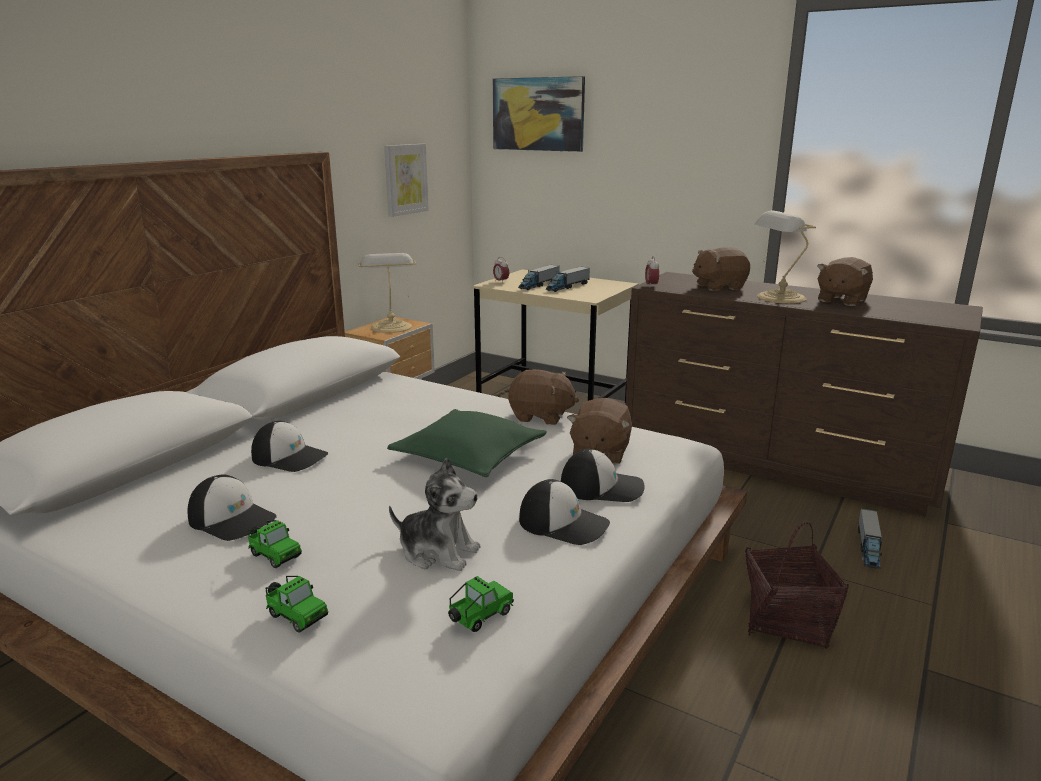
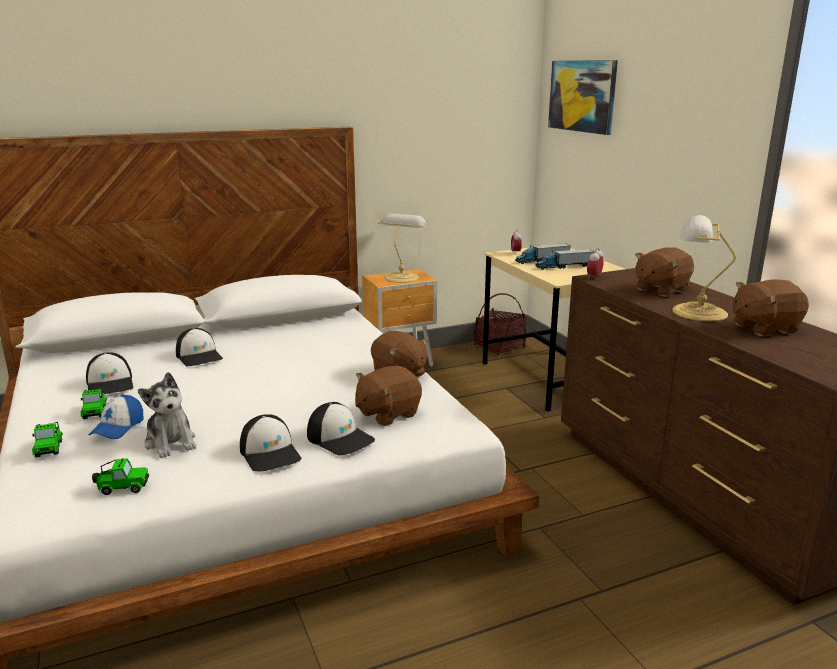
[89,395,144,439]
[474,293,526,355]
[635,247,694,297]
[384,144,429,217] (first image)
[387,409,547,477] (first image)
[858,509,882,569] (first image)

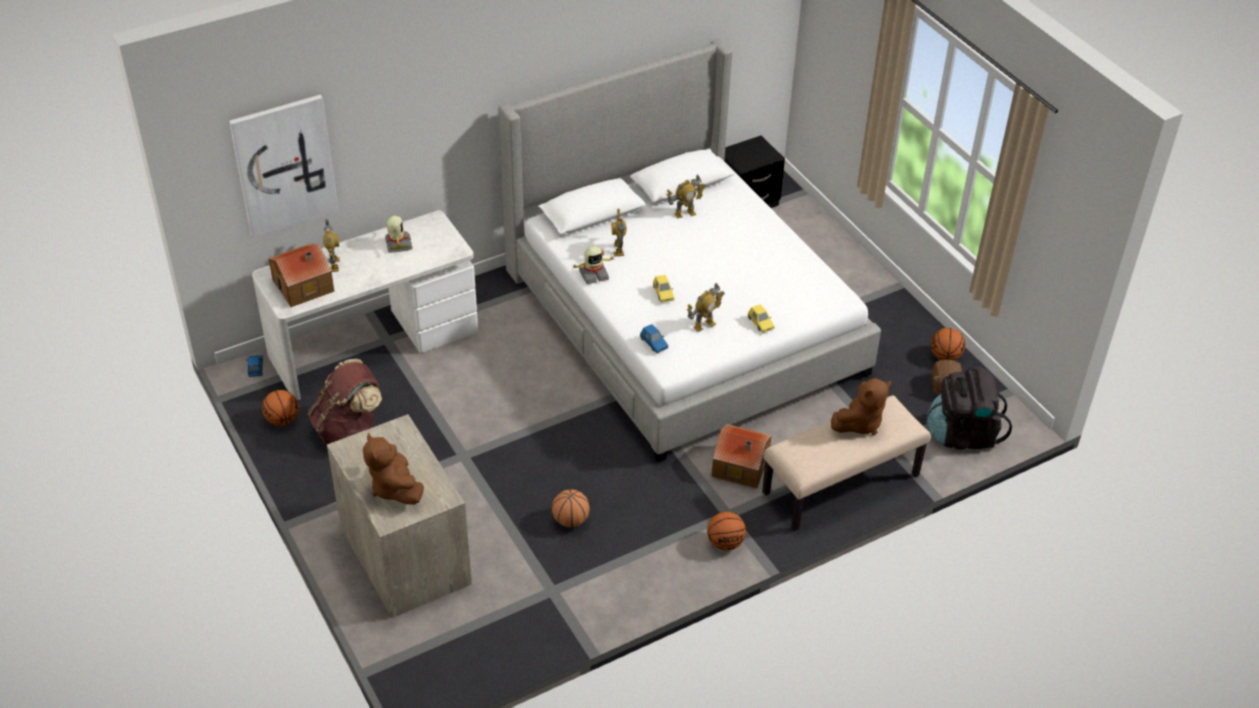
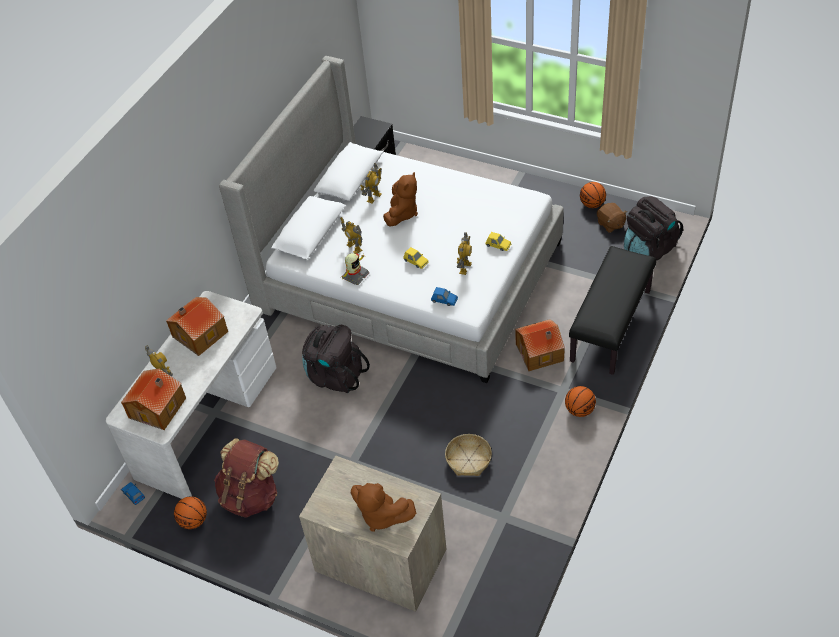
[166,297,228,356]
[302,325,370,393]
[383,172,418,226]
[445,434,492,476]
[569,246,656,375]
[229,95,338,238] (first image)

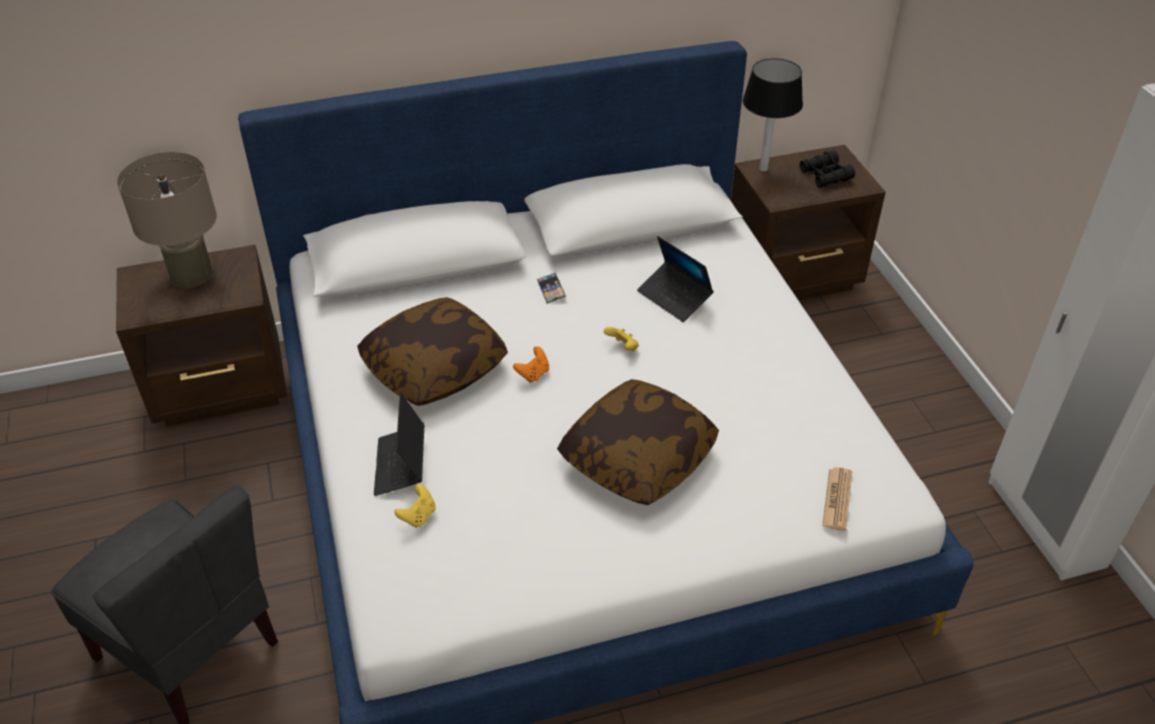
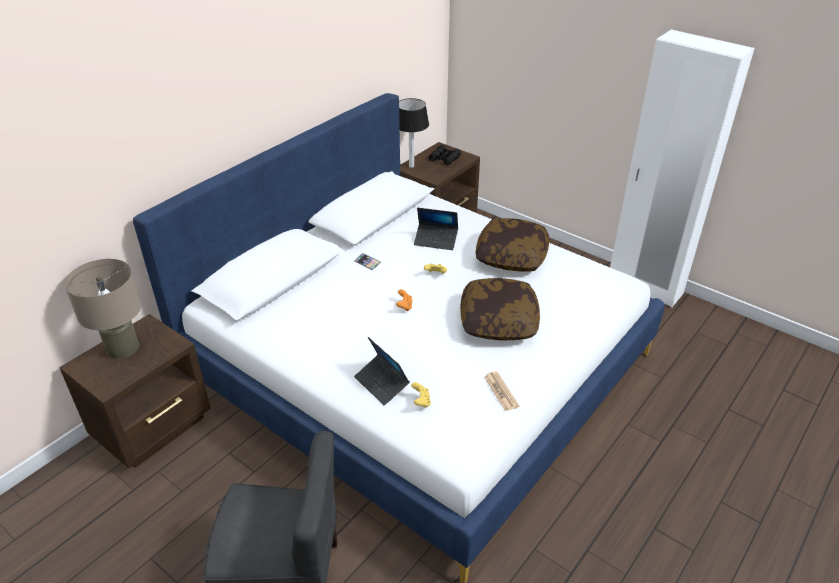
[475,218,549,272]
[484,372,519,411]

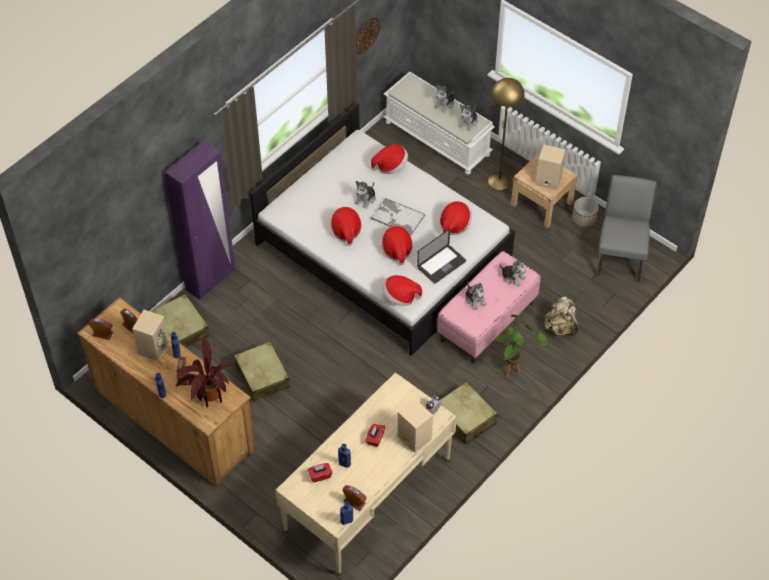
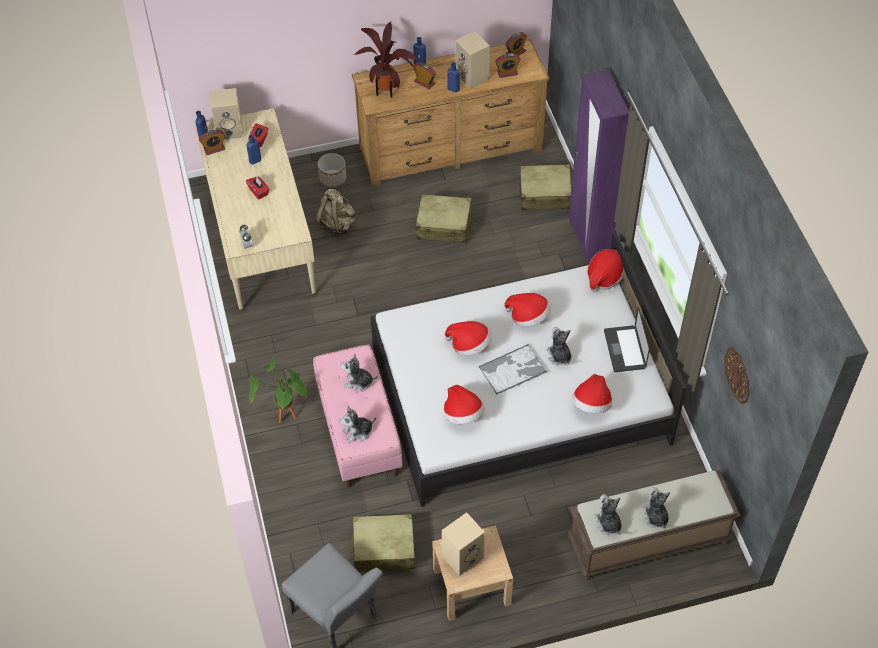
[210,88,243,140]
[316,189,355,236]
[318,153,347,188]
[349,514,415,572]
[567,470,741,580]
[587,249,625,292]
[604,307,650,372]
[488,78,525,190] (first image)

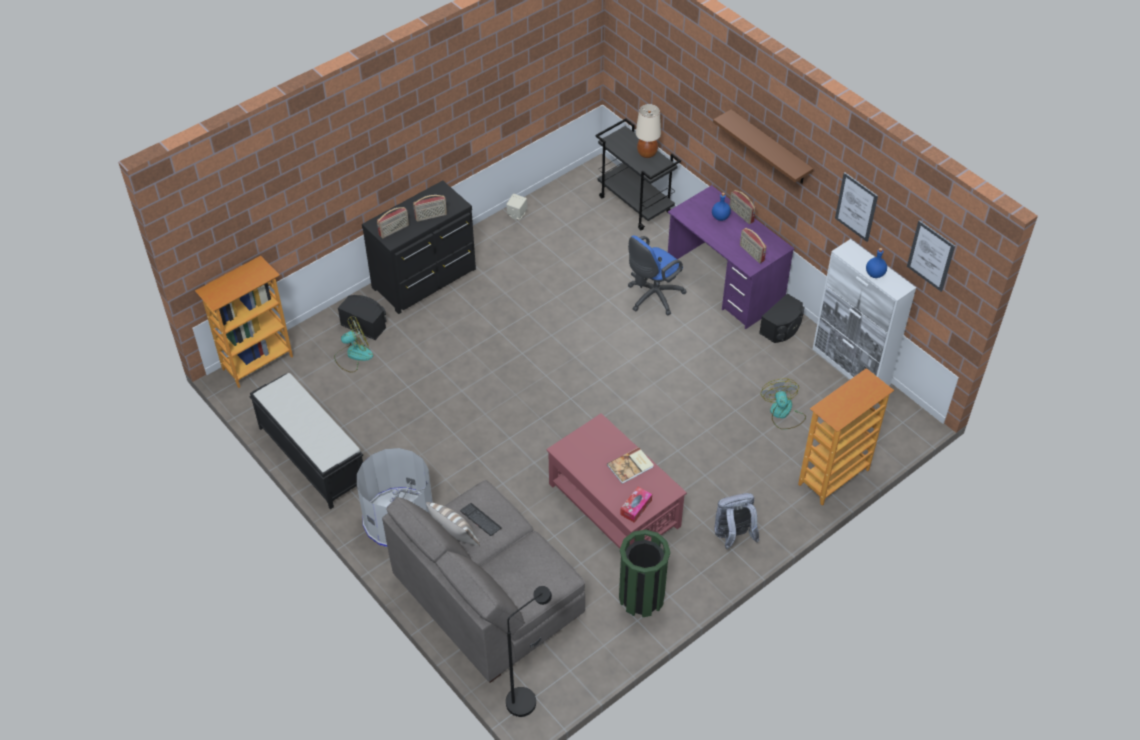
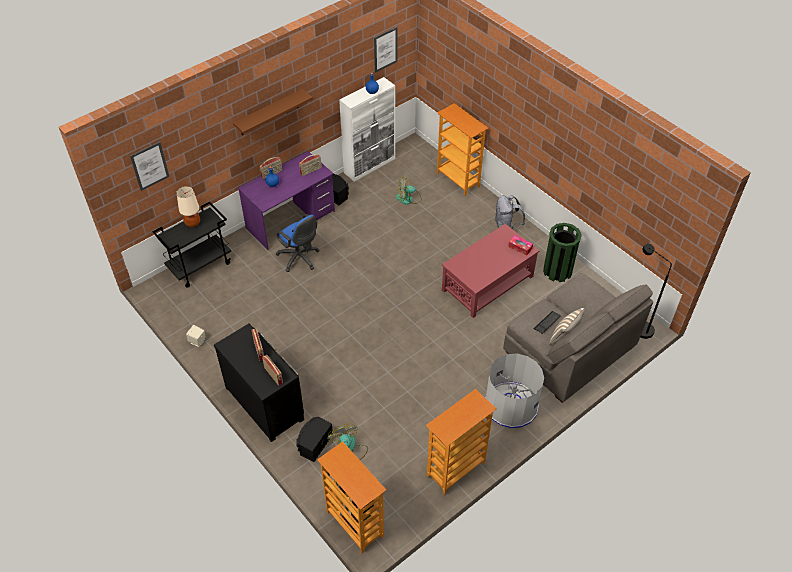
[130,142,169,191]
[426,389,496,495]
[607,447,654,484] (first image)

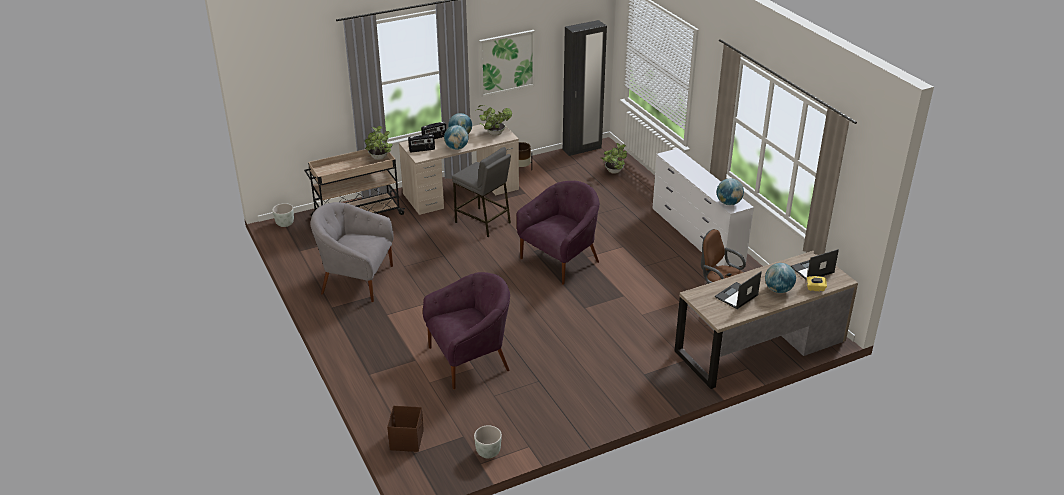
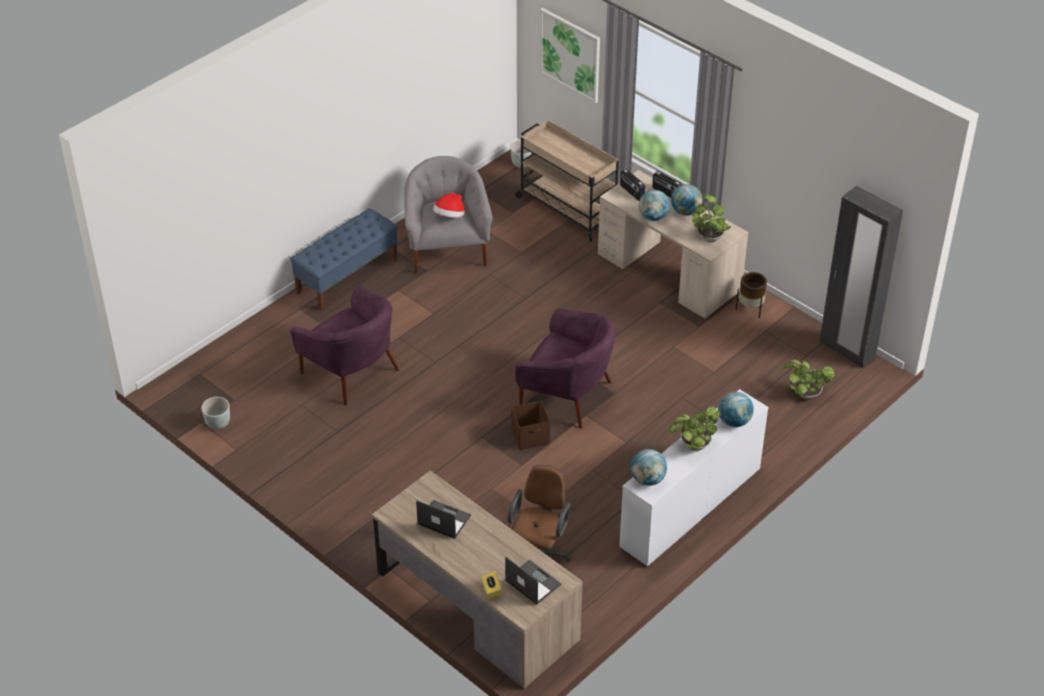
[290,208,398,311]
[433,193,465,218]
[511,401,550,450]
[539,8,600,103]
[669,406,721,451]
[718,392,754,427]
[452,147,511,237] (first image)

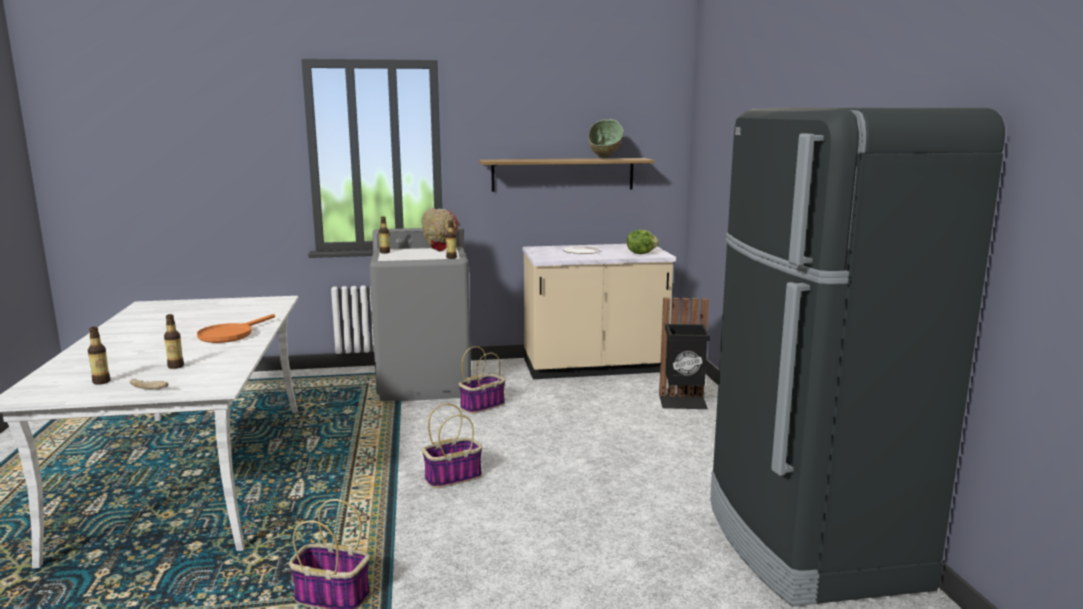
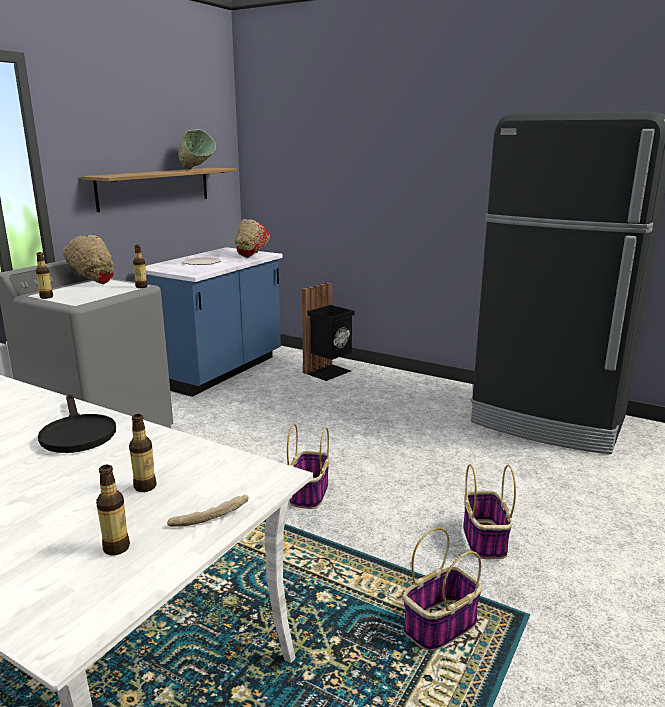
[38,394,116,453]
[145,247,283,397]
[235,219,270,258]
[463,464,516,559]

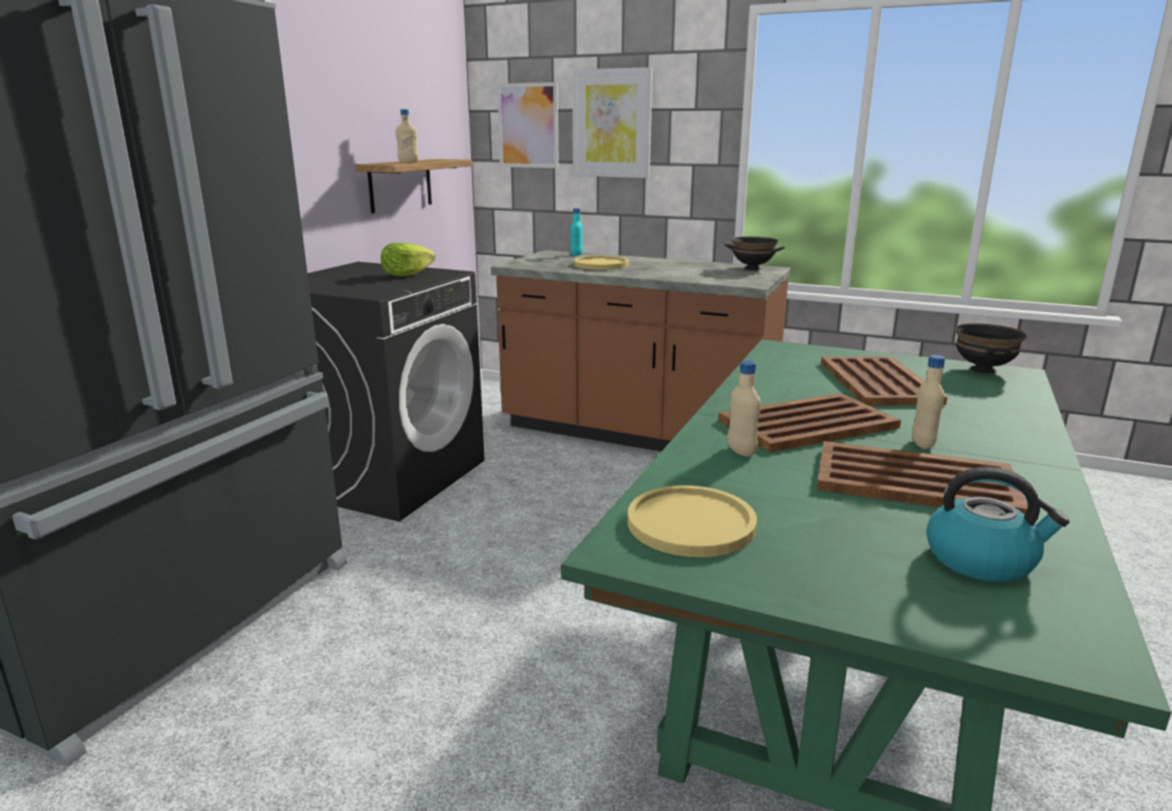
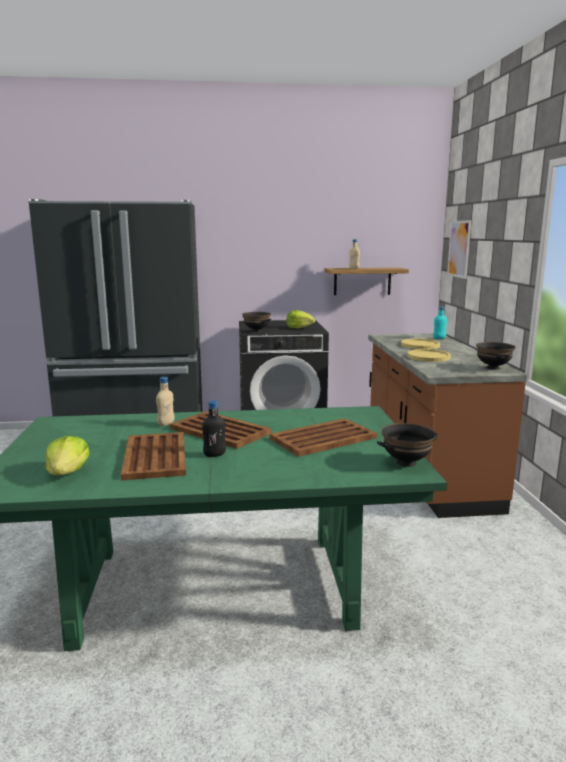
[46,436,90,476]
[202,400,226,457]
[242,312,271,333]
[407,349,451,362]
[572,67,653,178] (first image)

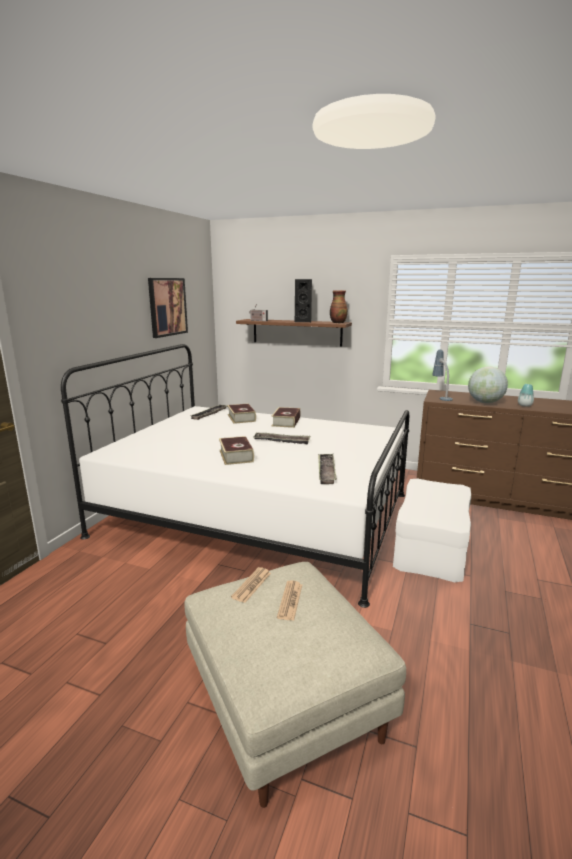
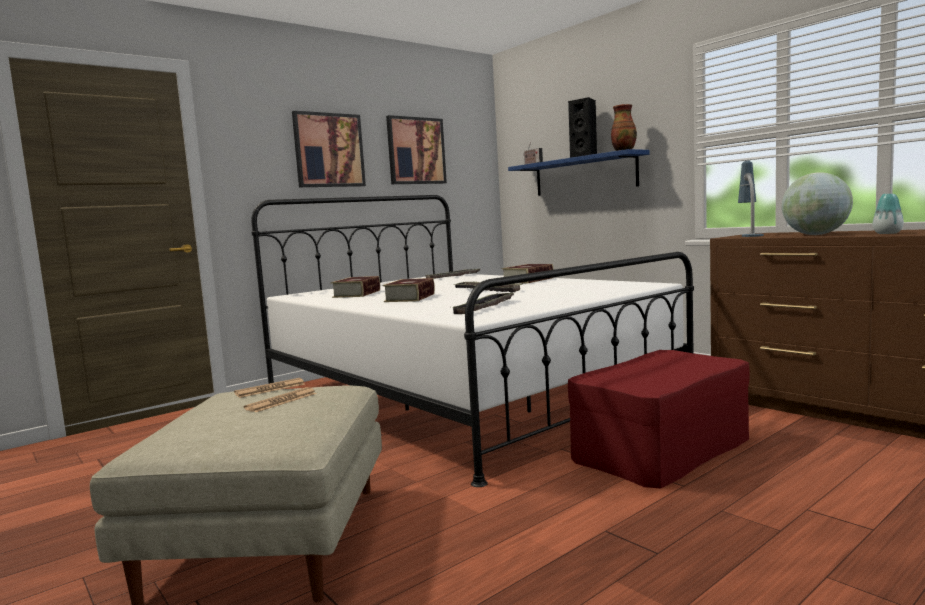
[292,111,366,187]
[331,276,380,298]
[508,149,650,196]
[568,350,749,489]

